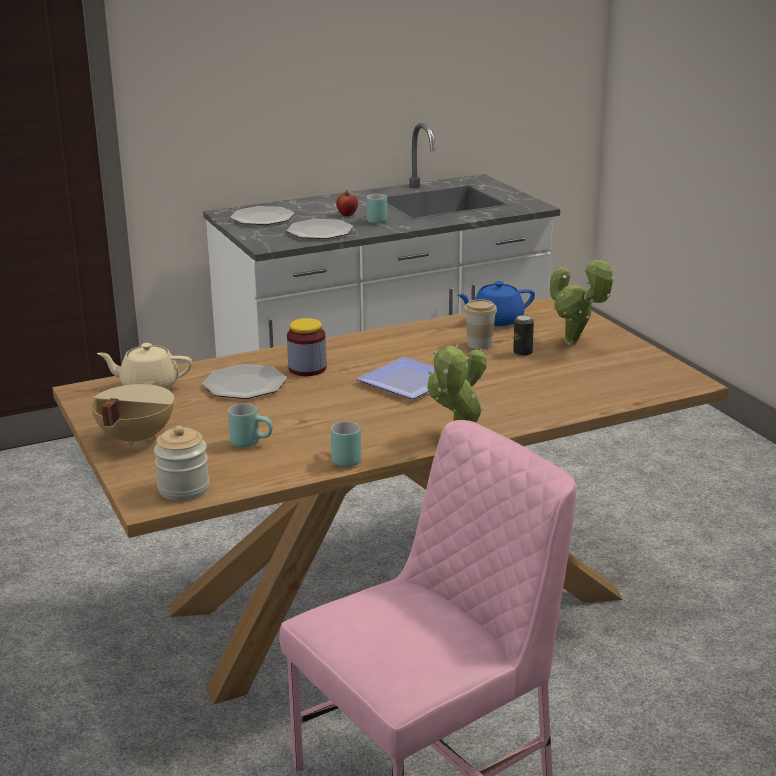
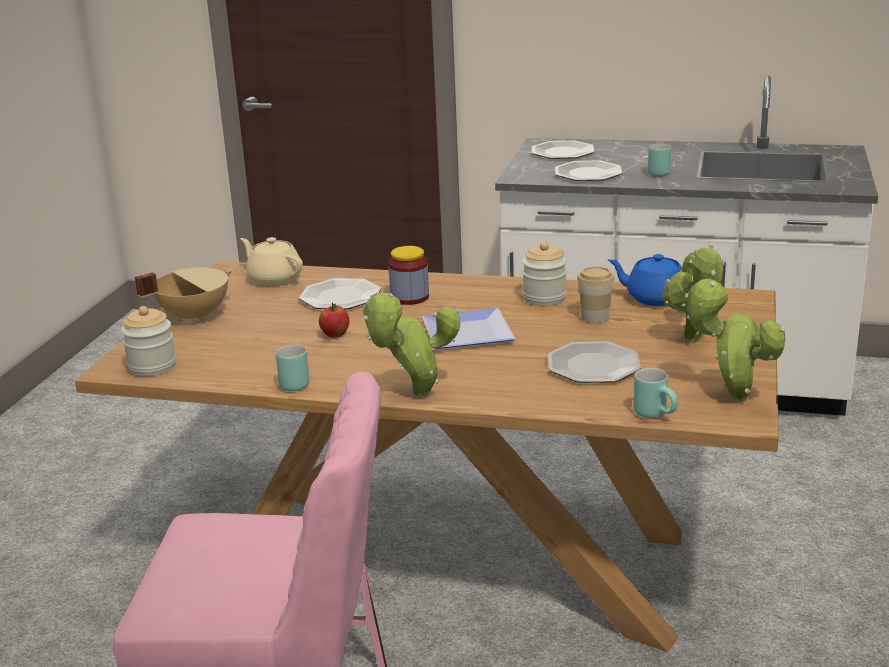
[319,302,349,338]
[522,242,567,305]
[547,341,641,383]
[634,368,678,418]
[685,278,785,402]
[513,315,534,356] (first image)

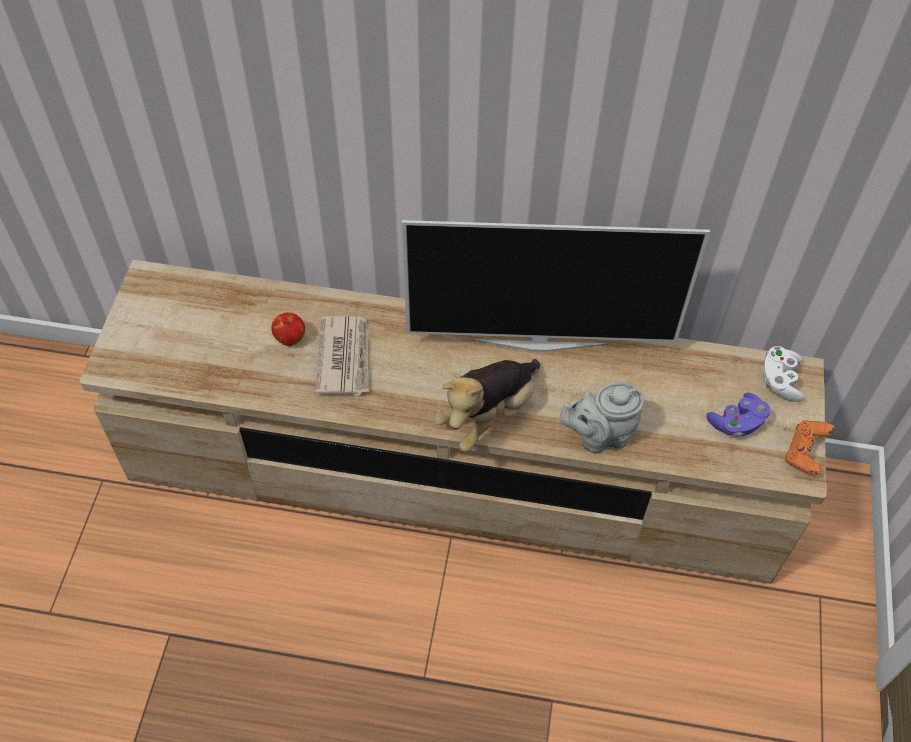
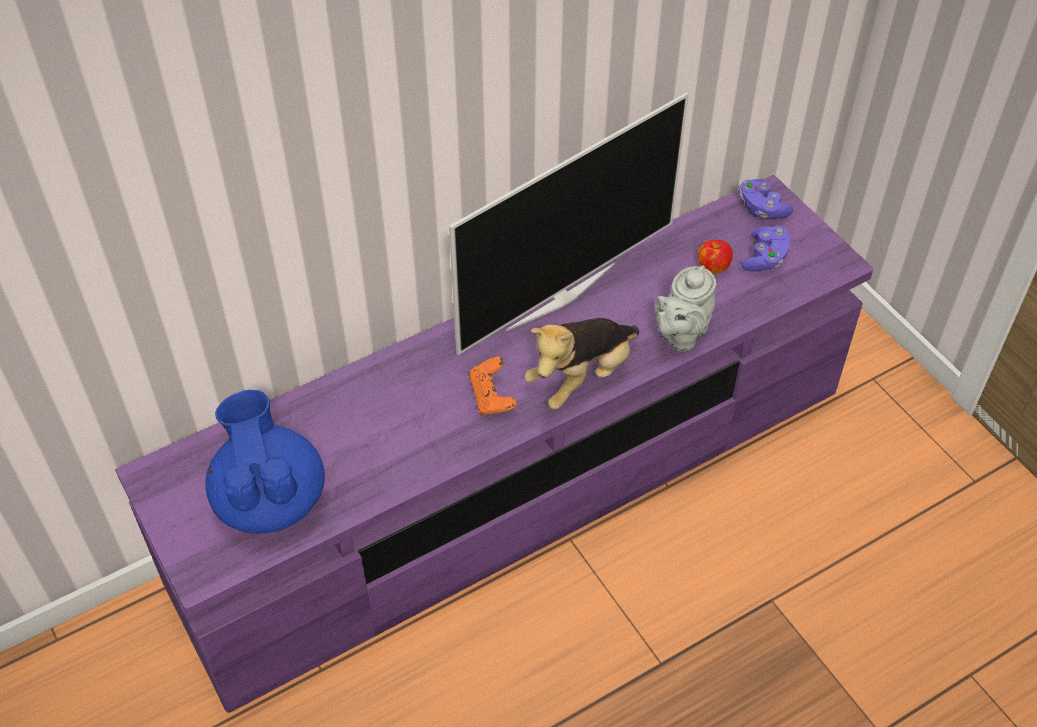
[115,175,873,713]
[205,390,325,534]
[469,356,517,414]
[524,318,639,410]
[698,240,733,274]
[740,179,793,219]
[315,316,369,395] (first image)

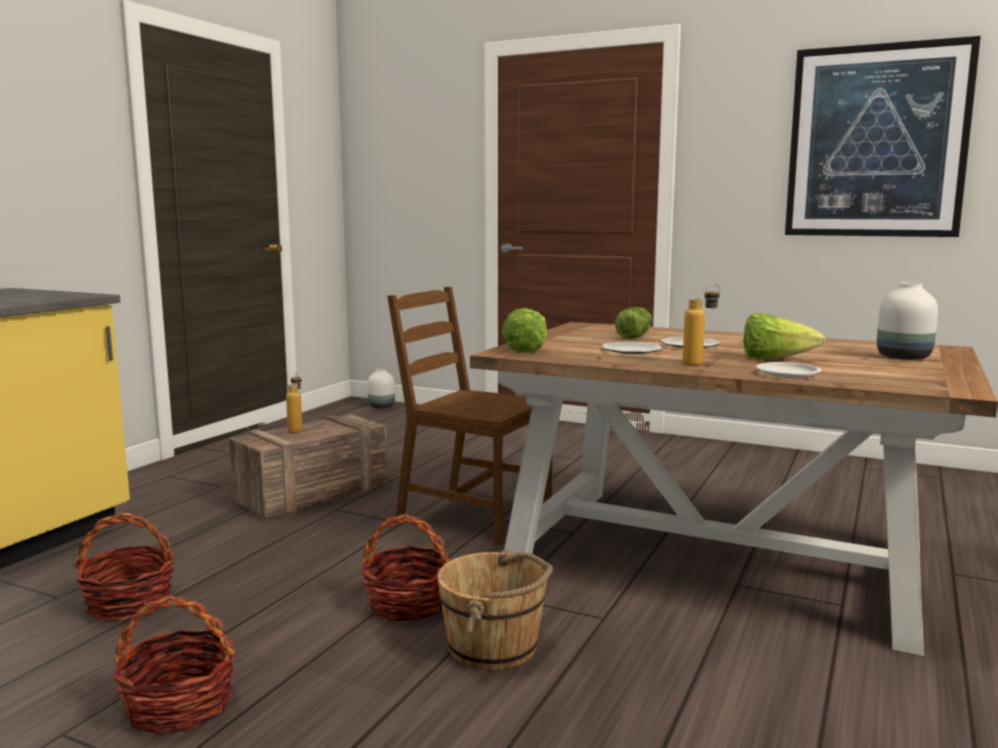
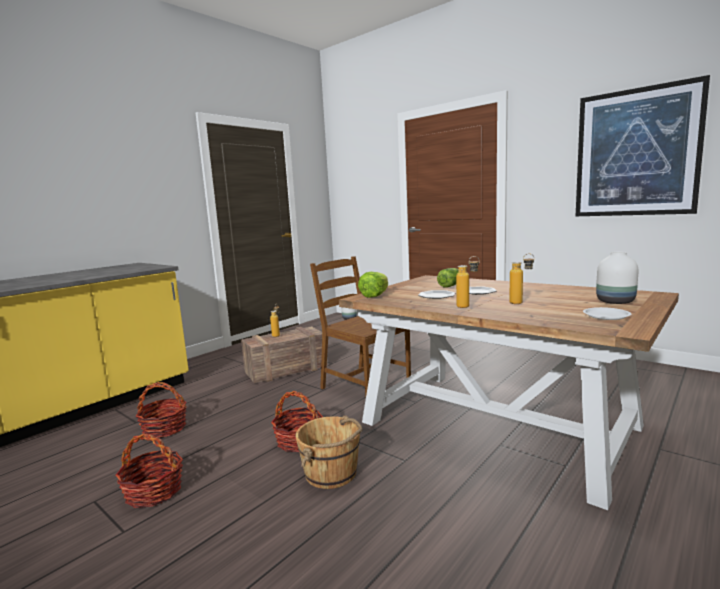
[509,253,535,304]
[583,307,631,320]

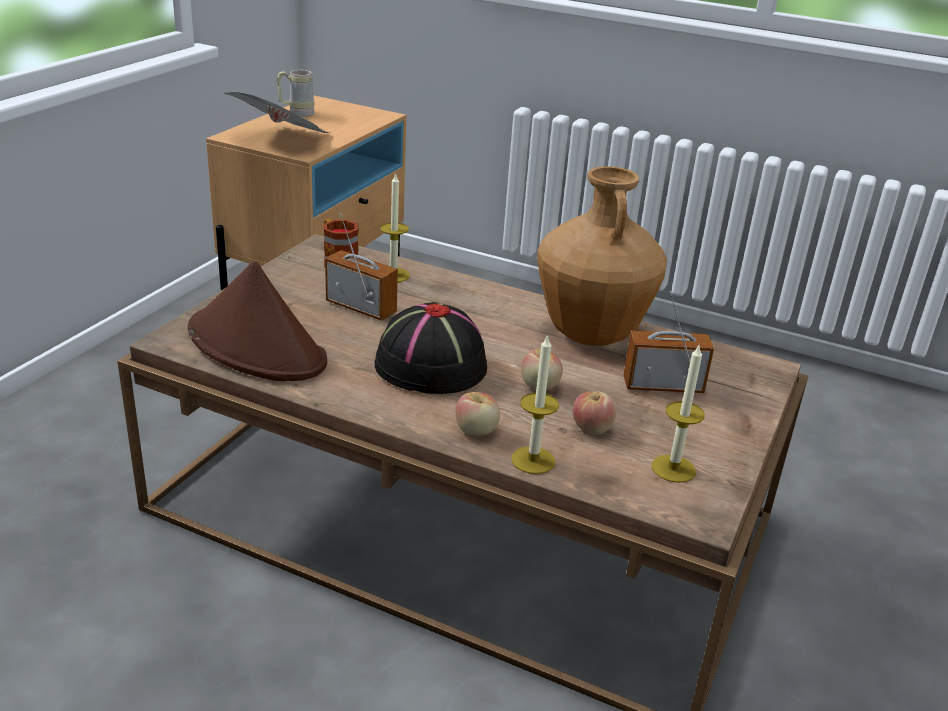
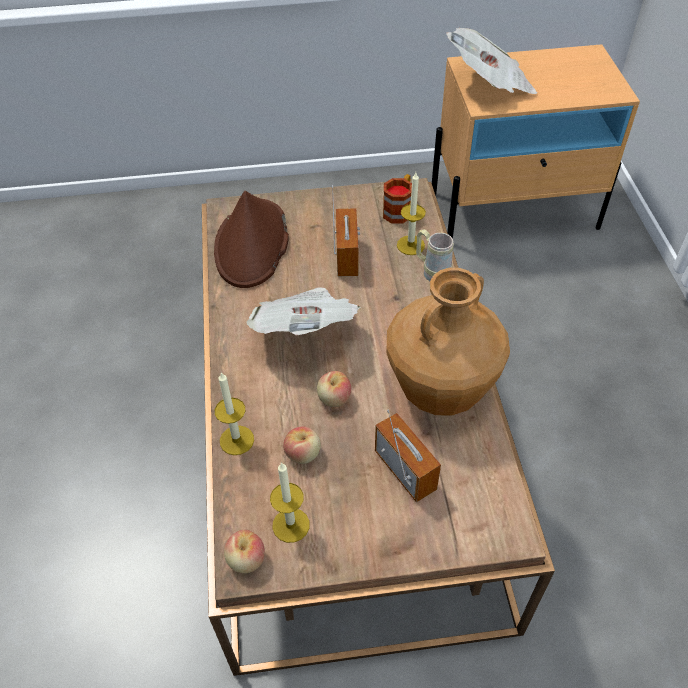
[224,530,265,573]
[246,287,361,335]
[416,229,454,281]

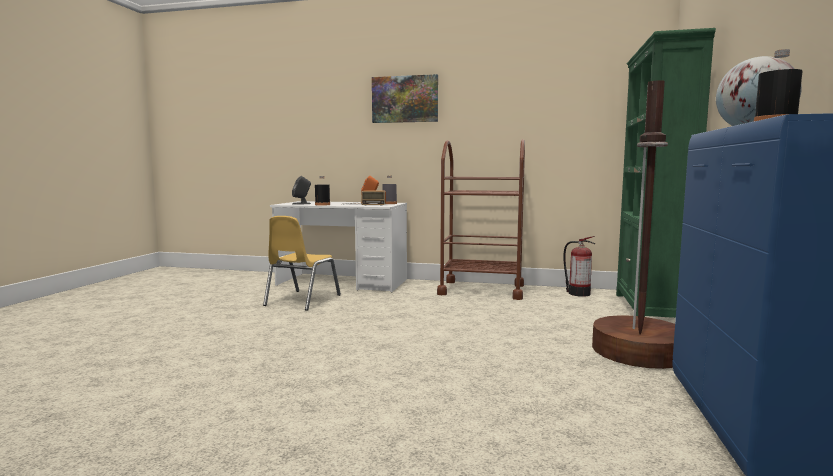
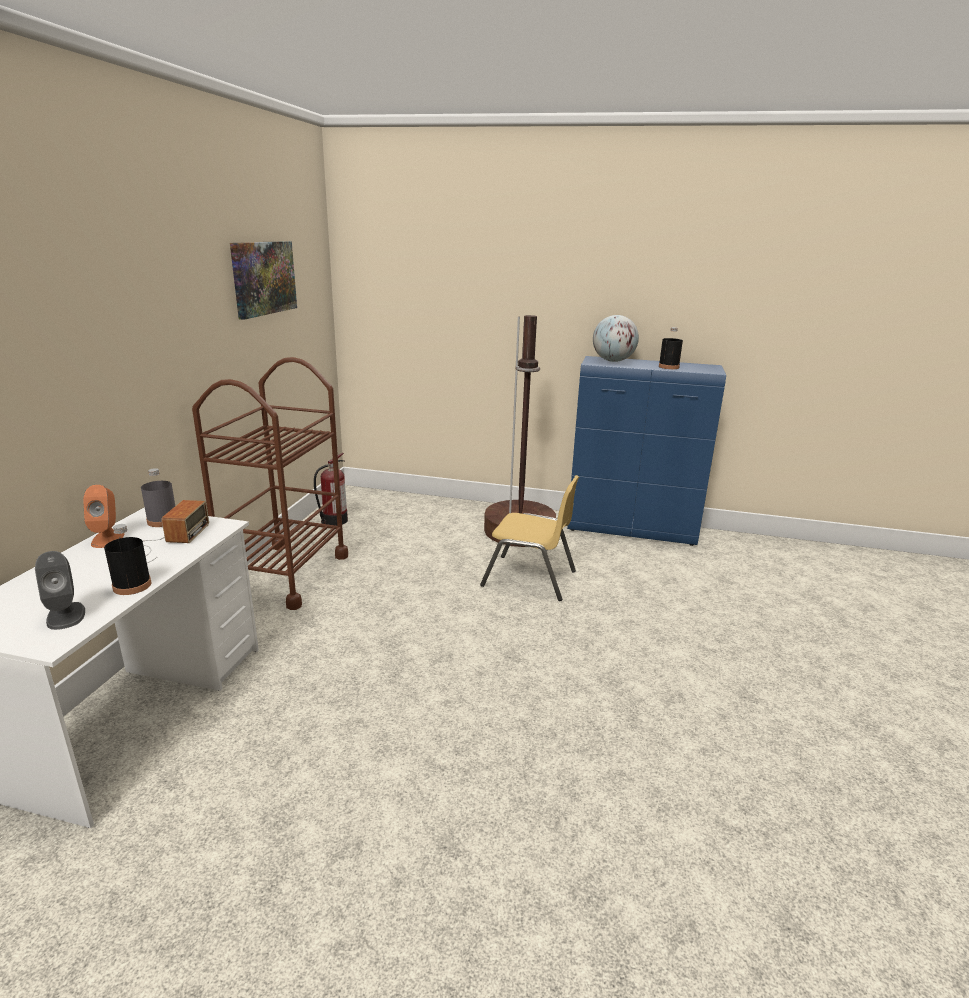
[230,241,297,320]
[480,475,579,601]
[616,28,716,318] (first image)

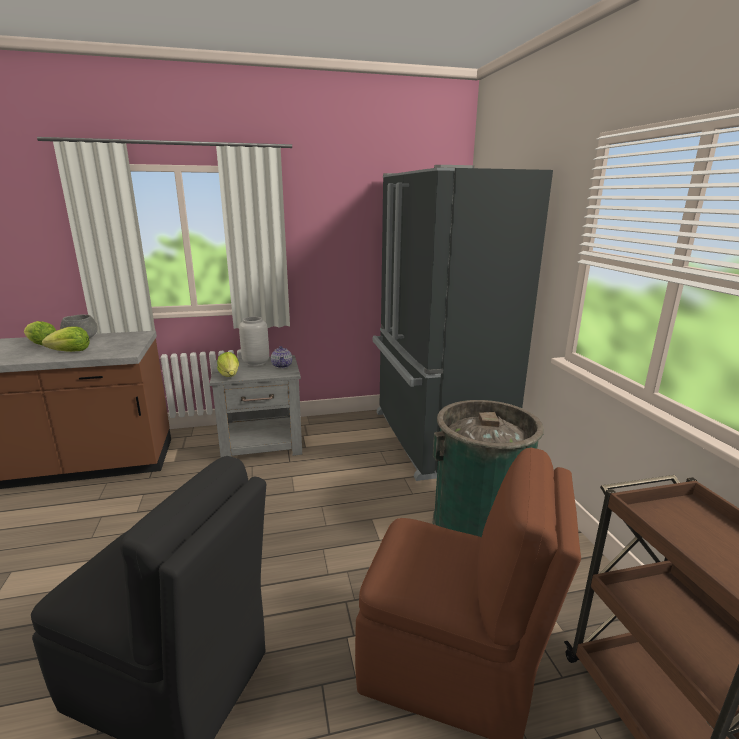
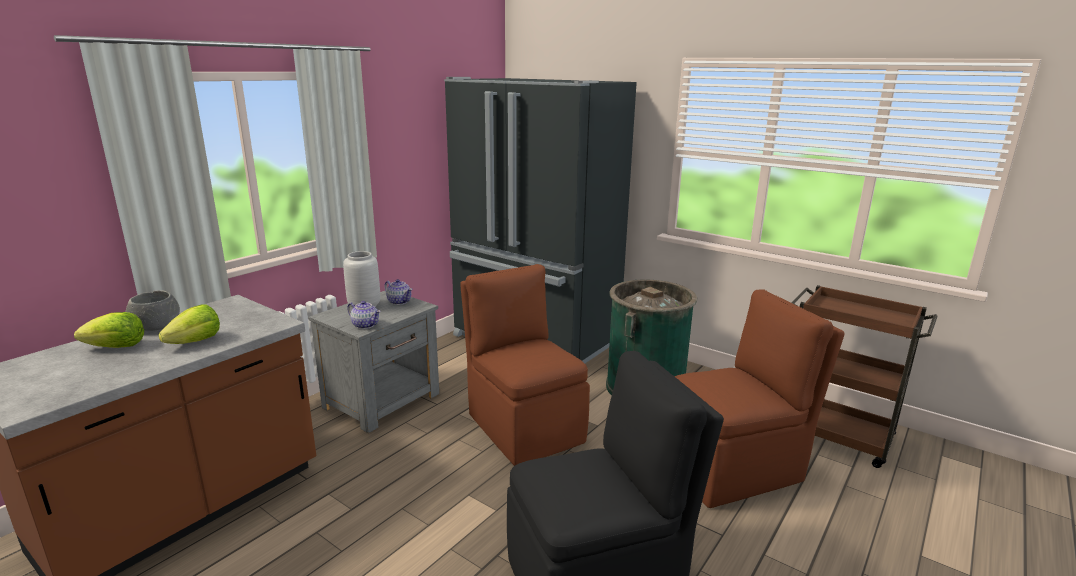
[347,301,381,329]
[460,264,590,466]

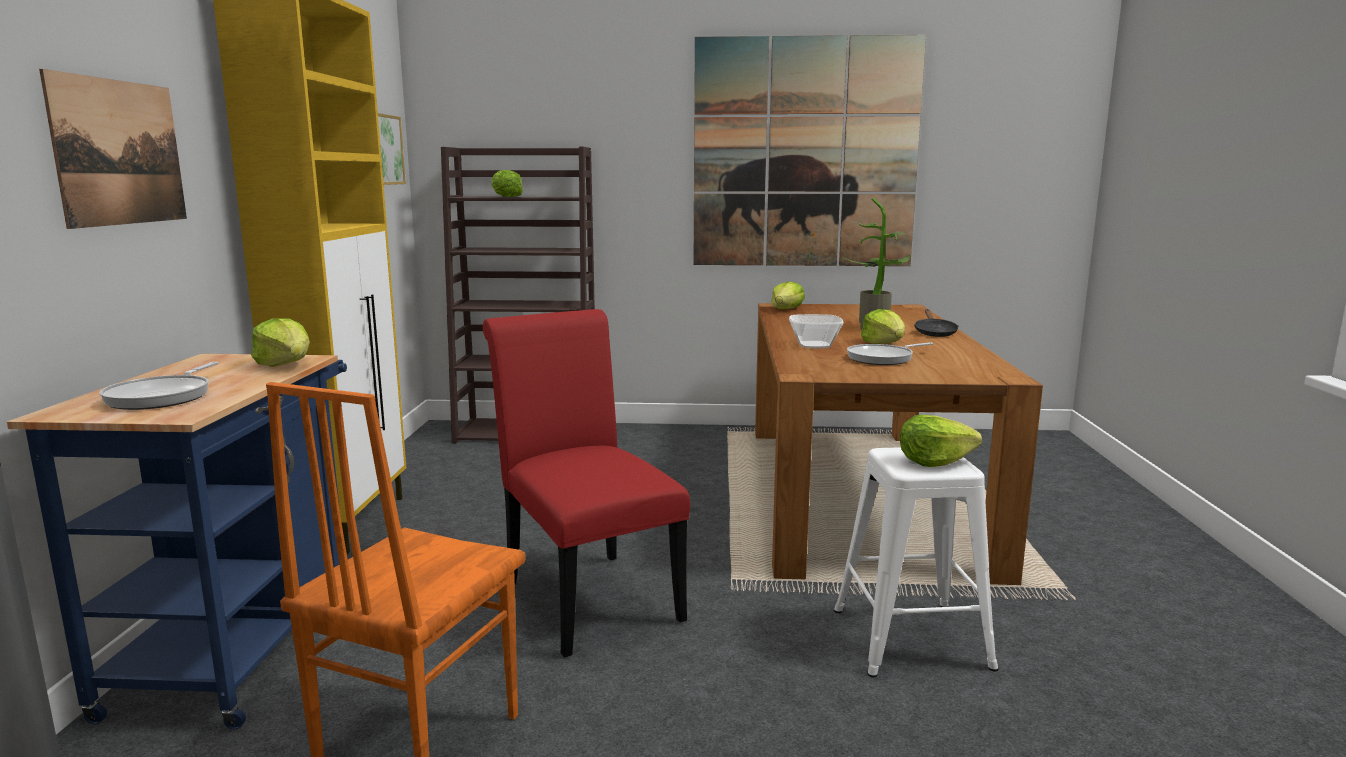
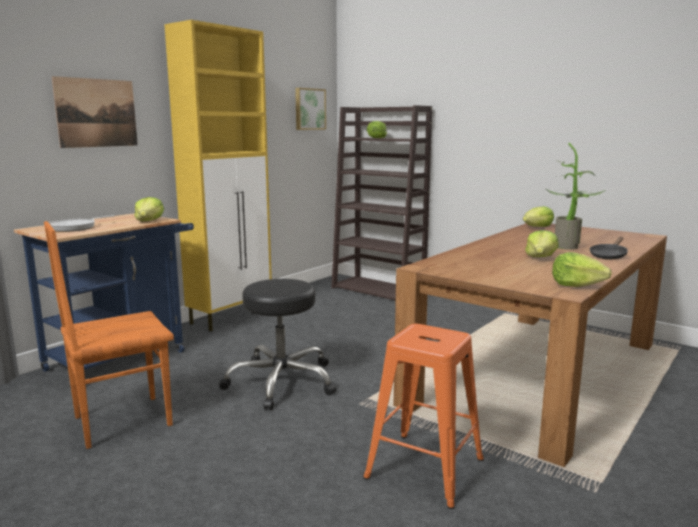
[219,279,336,410]
[363,324,484,509]
[552,252,612,287]
[694,35,926,266] (first image)
[789,314,843,348] (first image)
[847,342,933,365] (first image)

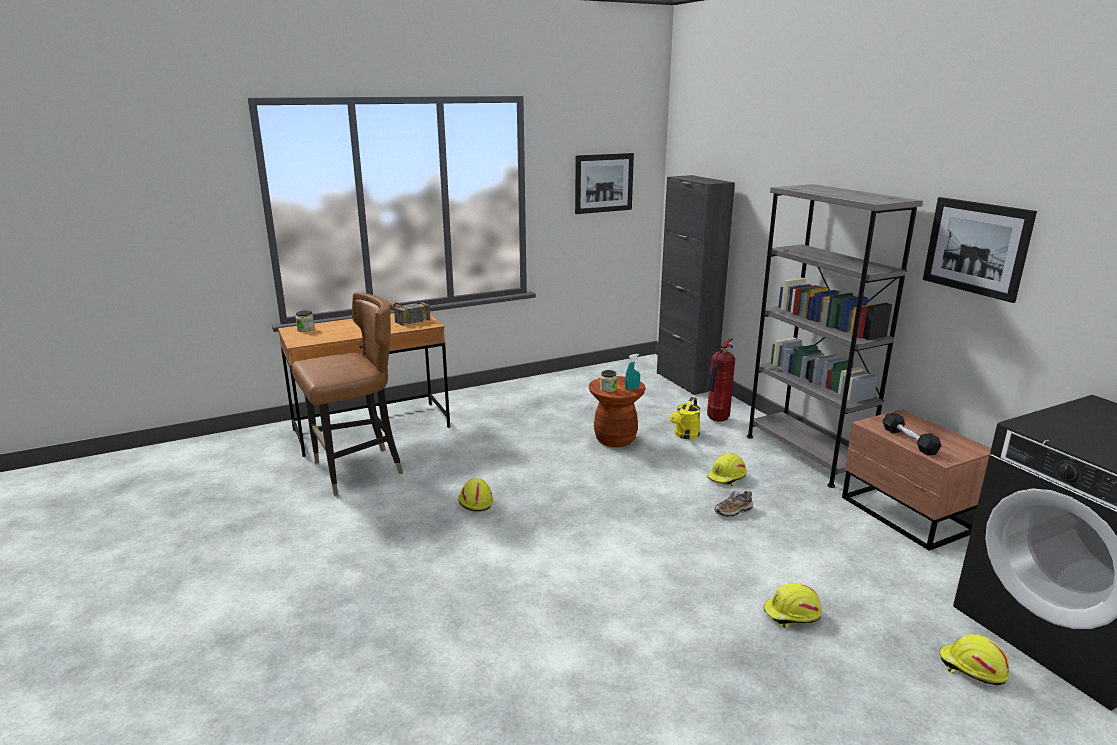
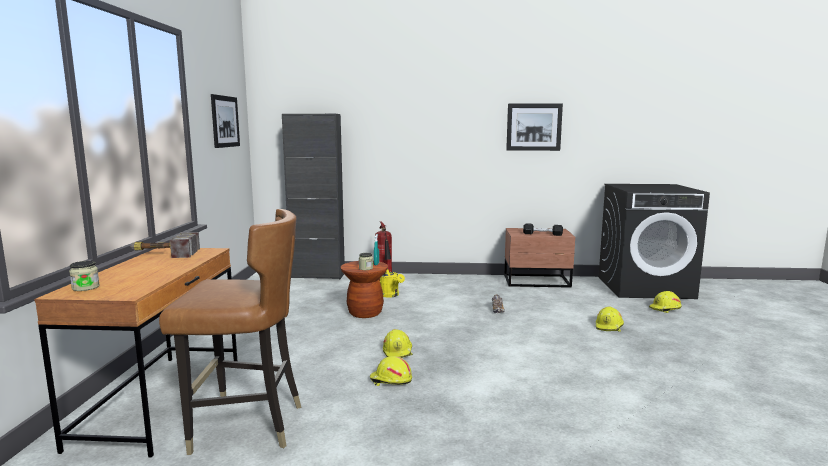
[159,209,301,455]
[383,329,413,358]
[747,184,923,488] (first image)

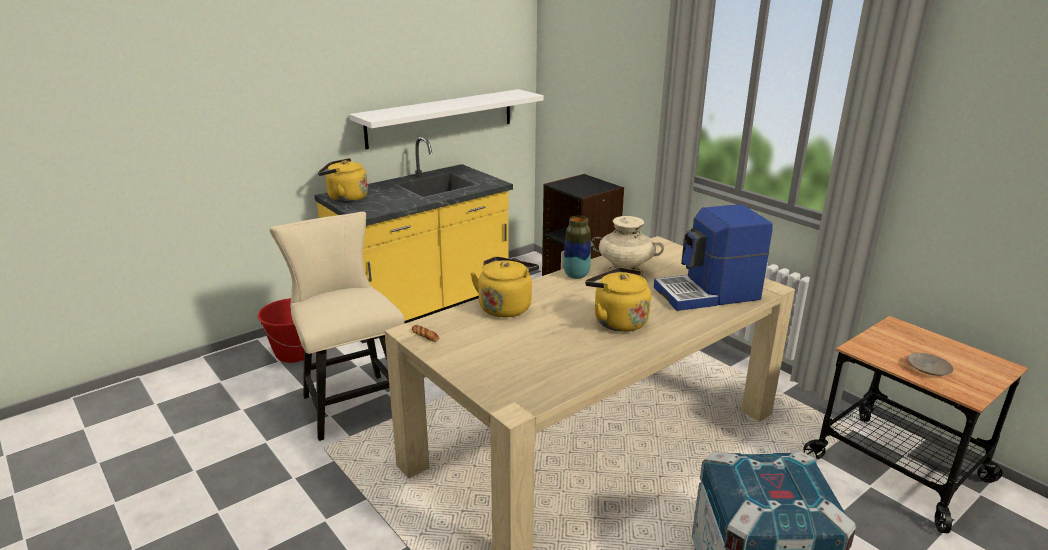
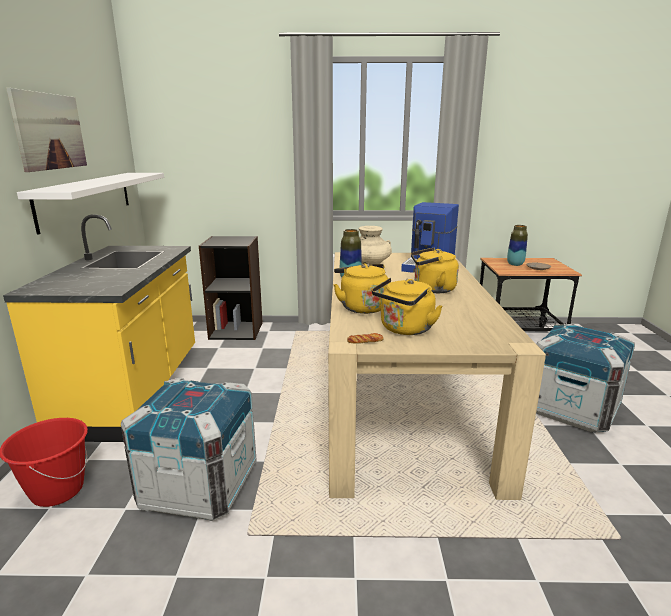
[6,88,87,172]
[121,378,257,521]
[372,278,443,335]
[507,225,528,266]

